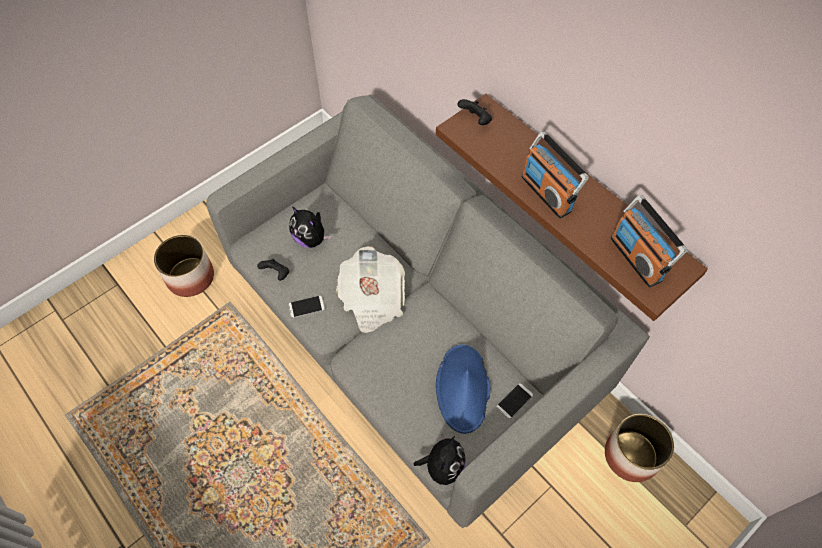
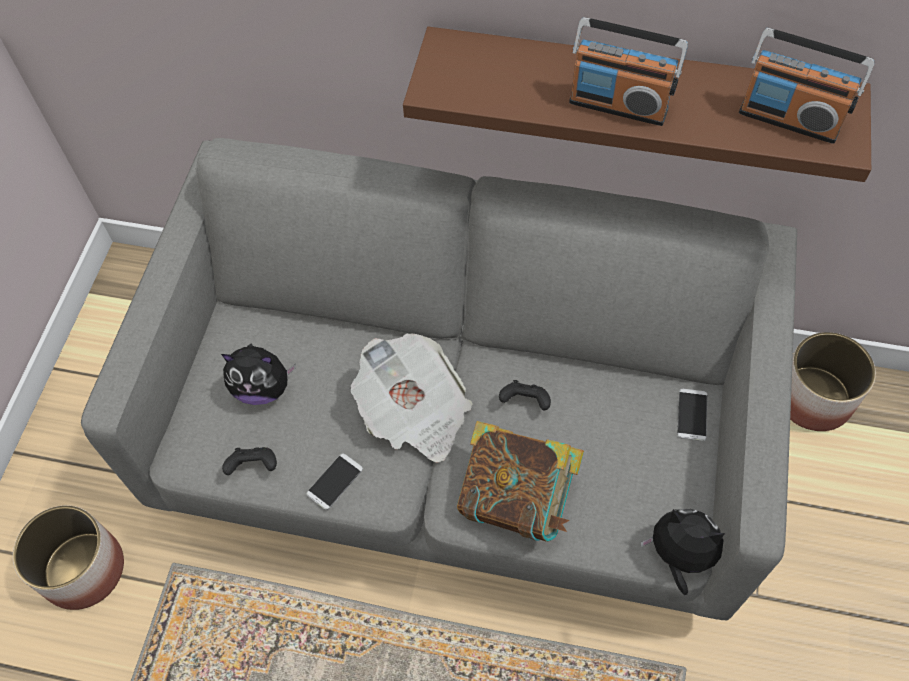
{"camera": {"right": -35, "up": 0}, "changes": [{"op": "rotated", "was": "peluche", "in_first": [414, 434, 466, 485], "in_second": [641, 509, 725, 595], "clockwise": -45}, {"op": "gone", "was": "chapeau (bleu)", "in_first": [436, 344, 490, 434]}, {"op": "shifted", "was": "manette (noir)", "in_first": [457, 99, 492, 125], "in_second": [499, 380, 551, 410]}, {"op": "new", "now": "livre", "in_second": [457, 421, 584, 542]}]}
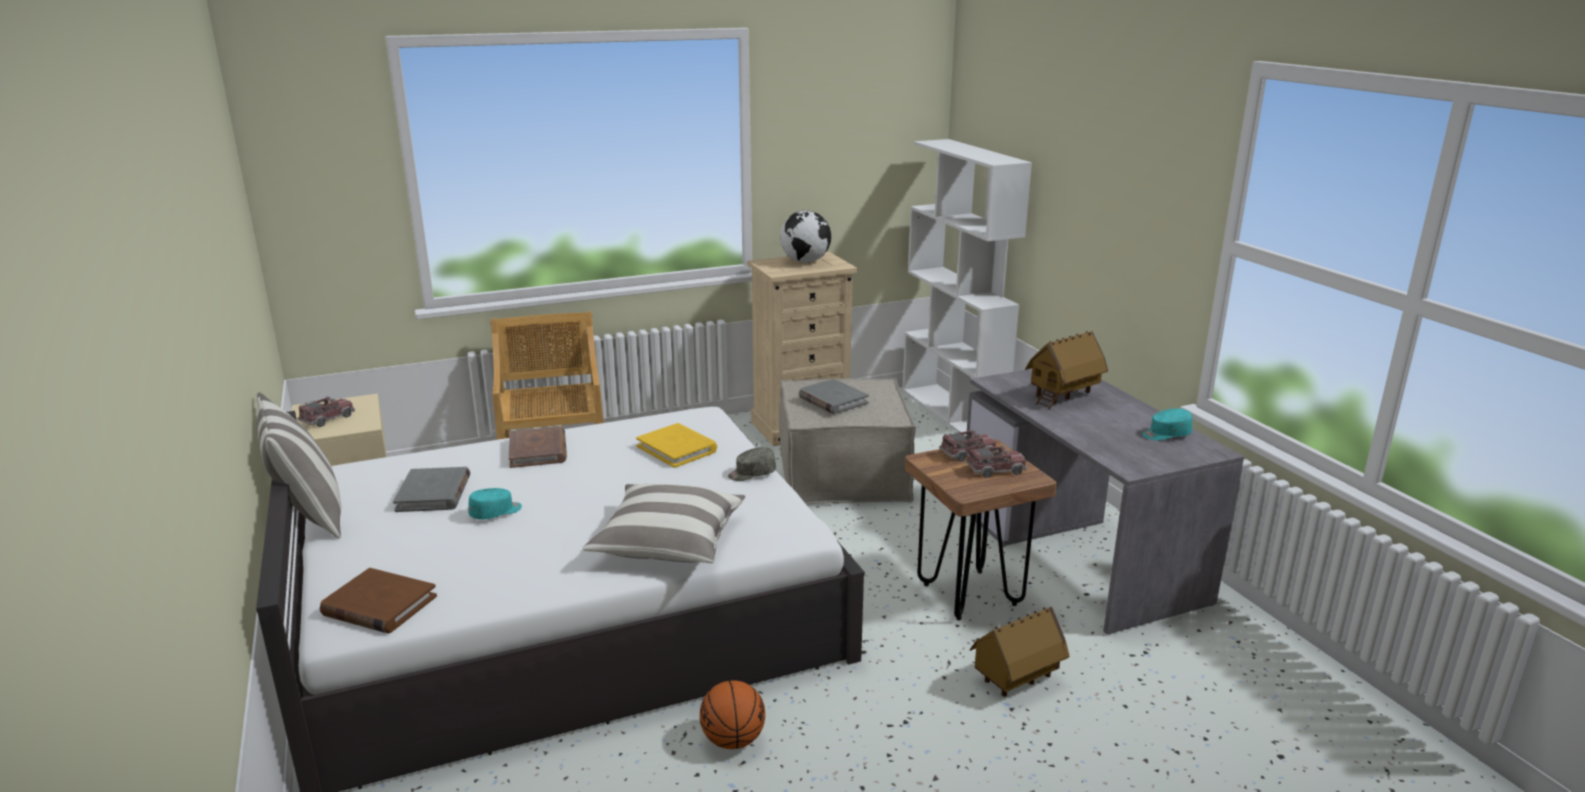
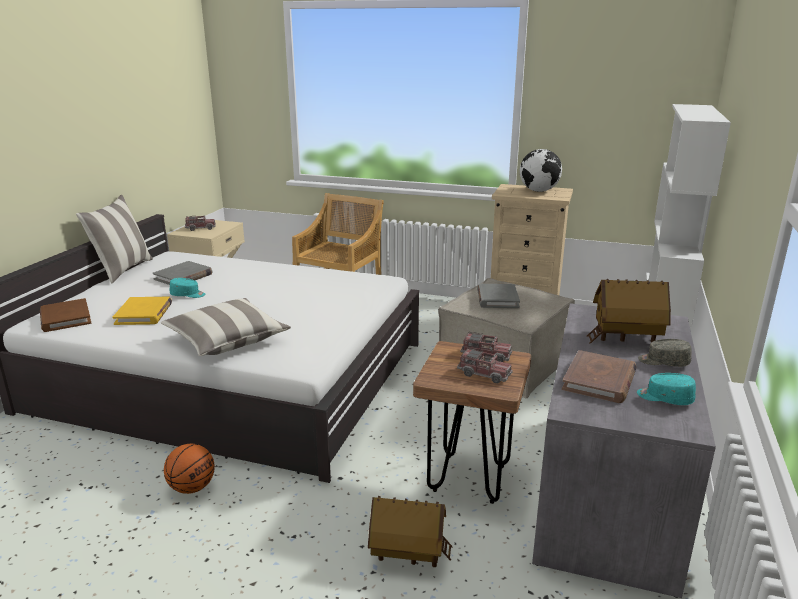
{"camera": {"right": 40, "up": 0}, "changes": [{"op": "shifted", "was": "livre (marron)", "in_first": [509, 426, 567, 468], "in_second": [562, 350, 637, 403]}, {"op": "shifted", "was": "livre (jaune)", "in_first": [636, 423, 717, 468], "in_second": [112, 297, 172, 325]}, {"op": "shifted", "was": "casquette (gris)", "in_first": [728, 447, 776, 481], "in_second": [638, 339, 691, 367]}]}
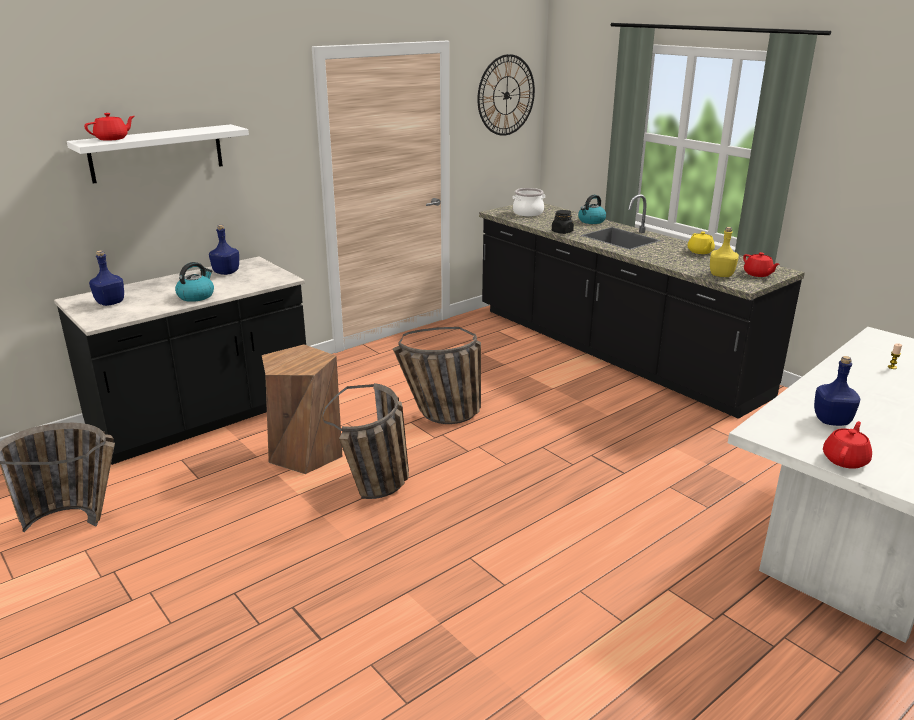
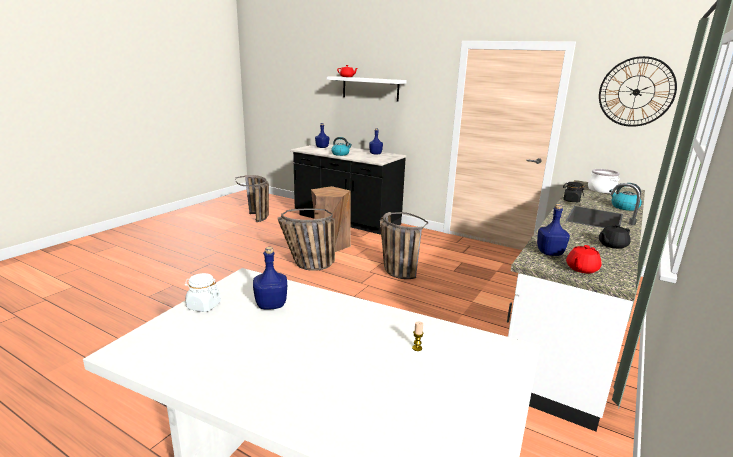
{"camera": {"right": 70, "up": -5}, "changes": [{"op": "repainted", "was": "comptoir de cuisine (noir)", "now": "comptoir de cuisine (blanc)", "in_first": [479, 194, 805, 419], "in_second": [507, 180, 645, 432]}, {"op": "repainted", "was": "théière (jaune)", "now": "théière (noir)", "in_first": [688, 231, 715, 254], "in_second": [599, 224, 630, 249]}, {"op": "repainted", "was": "bouteille (jaune)", "now": "bouteille (bleu)", "in_first": [710, 227, 739, 277], "in_second": [537, 204, 570, 256]}, {"op": "swapped", "was": "théière (rouge)", "now": "bocal (blanc)", "in_first": [823, 421, 872, 469], "in_second": [185, 273, 221, 312]}]}
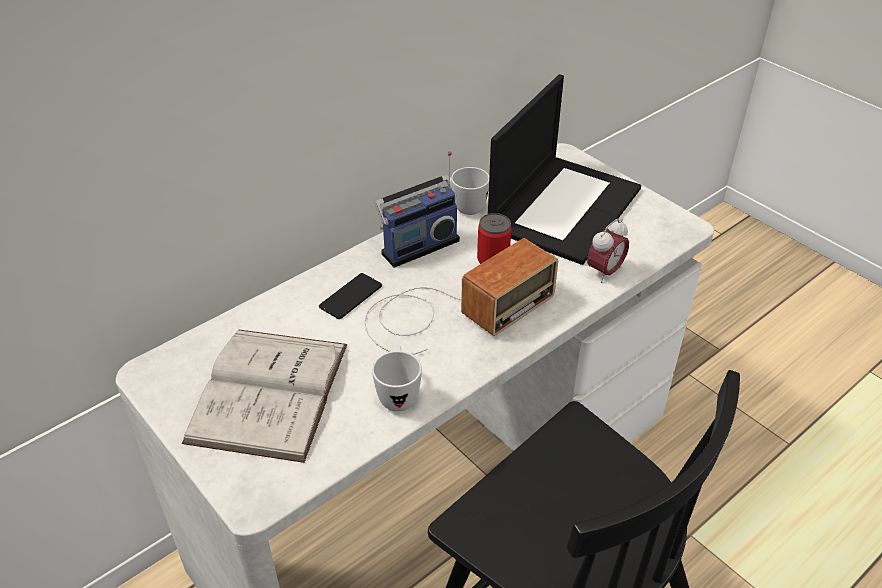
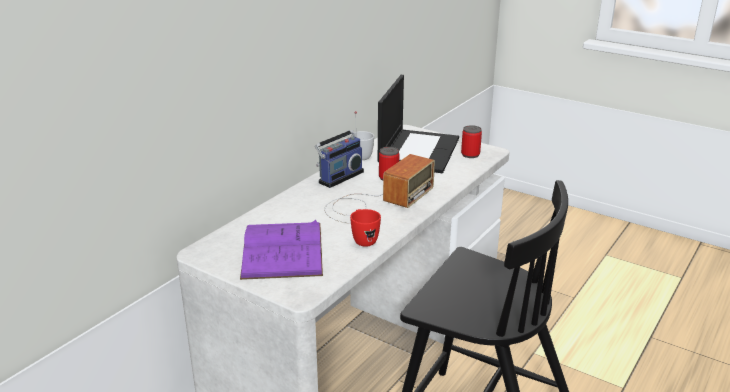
{"camera": {"right": -15, "up": -15}, "changes": [{"op": "repainted", "was": "livre (blanc)", "now": "livre (violet)", "in_first": [182, 329, 347, 463], "in_second": [240, 220, 323, 280]}, {"op": "gone", "was": "téléphone", "in_first": [319, 273, 382, 319]}, {"op": "repainted", "was": "mug (blanc)", "now": "mug (rouge)", "in_first": [372, 345, 422, 412], "in_second": [350, 209, 381, 247]}, {"op": "gone", "was": "réveil", "in_first": [587, 219, 629, 283]}, {"op": "new", "now": "boîte métallique", "in_second": [461, 125, 482, 158]}]}
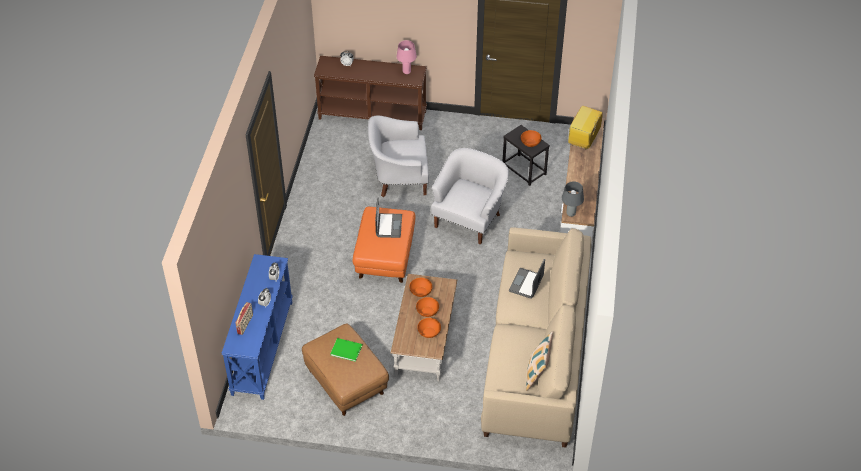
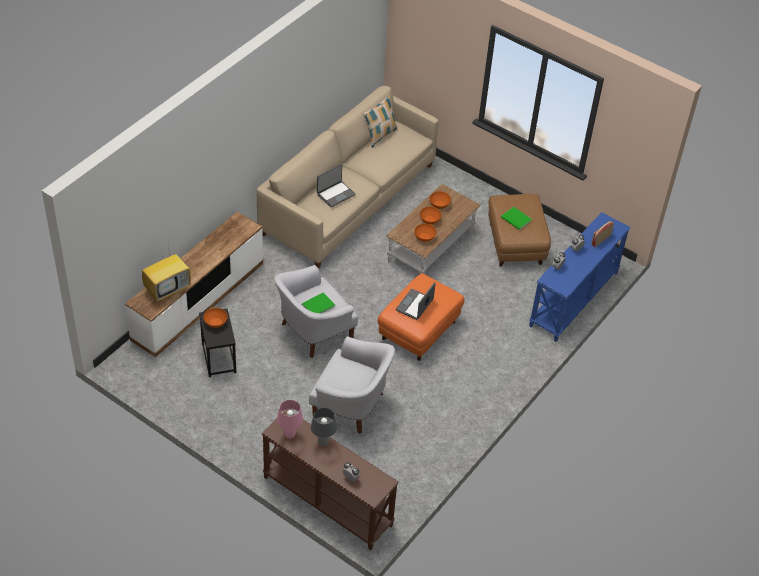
{"camera": {"right": -155, "up": 0}, "changes": [{"op": "shifted", "was": "lampe de table (gris)", "in_first": [562, 181, 584, 217], "in_second": [311, 408, 337, 446]}, {"op": "new", "now": "livre (vert)", "in_second": [302, 292, 335, 313]}]}
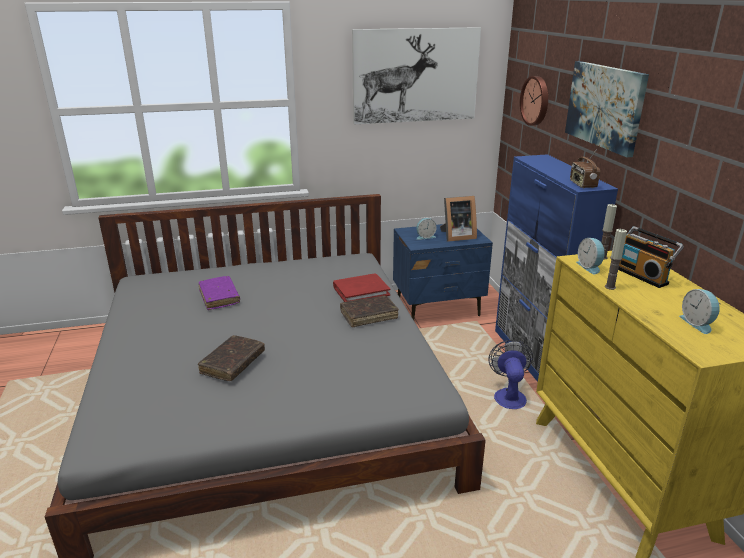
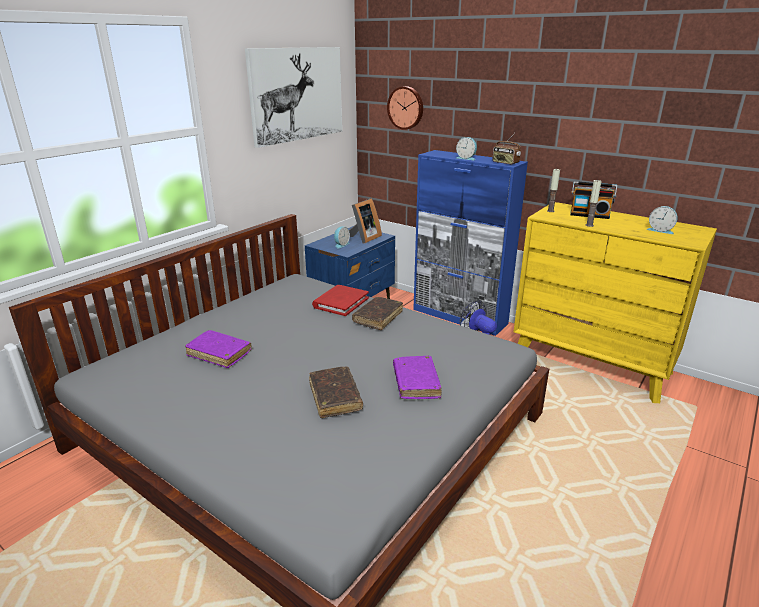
{"camera": {"right": -40, "up": 0}, "changes": [{"op": "gone", "was": "tableau", "in_first": [565, 61, 649, 157]}, {"op": "shifted", "was": "réveil", "in_first": [576, 238, 605, 274], "in_second": [456, 137, 477, 160]}, {"op": "new", "now": "livre (violet)", "in_second": [393, 356, 442, 399]}]}
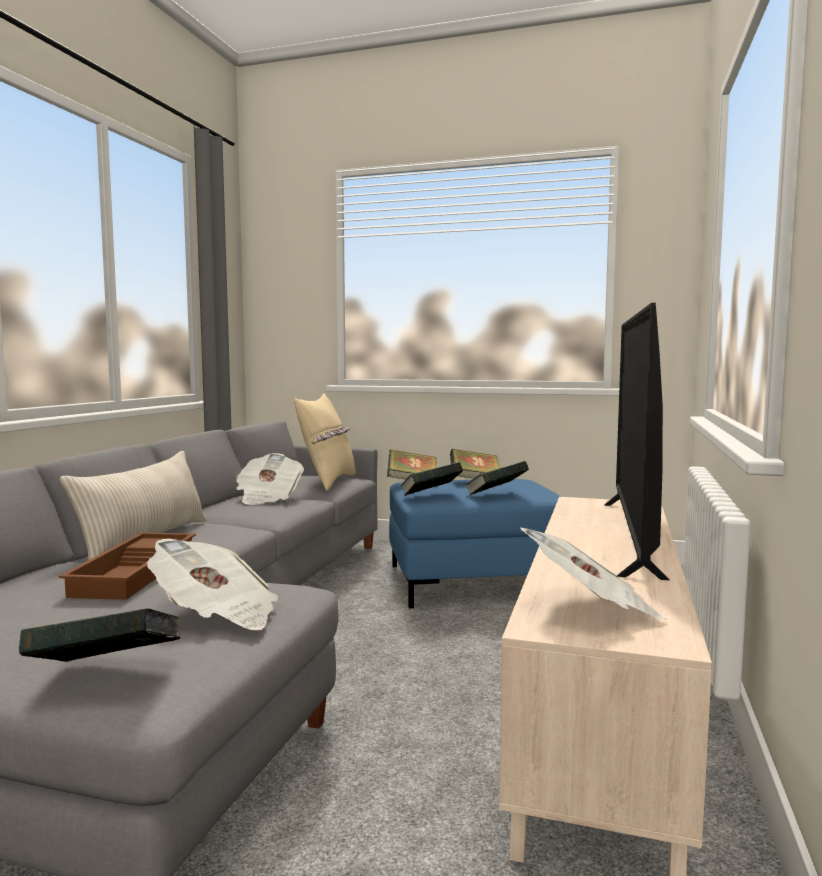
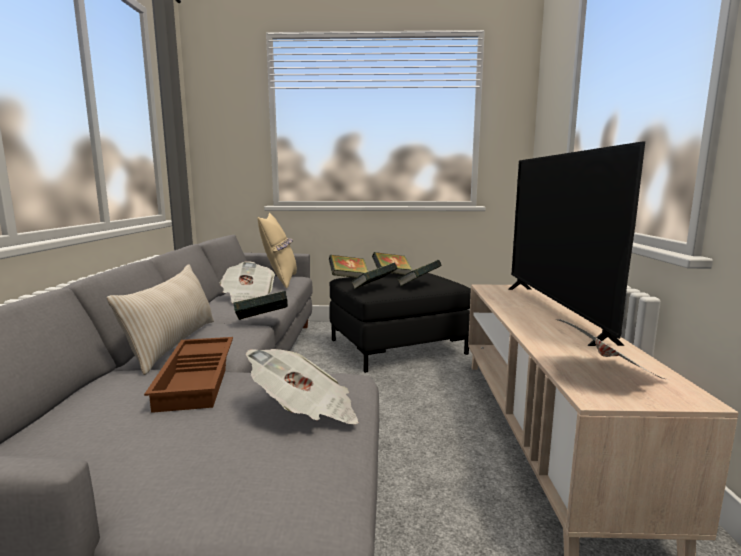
{"camera": {"right": -15, "up": 5}, "changes": [{"op": "shifted", "was": "livre", "in_first": [19, 609, 181, 662], "in_second": [233, 291, 288, 320]}, {"op": "repainted", "was": "pouf (bleu)", "now": "pouf (noir)", "in_first": [389, 479, 561, 608], "in_second": [329, 273, 471, 373]}]}
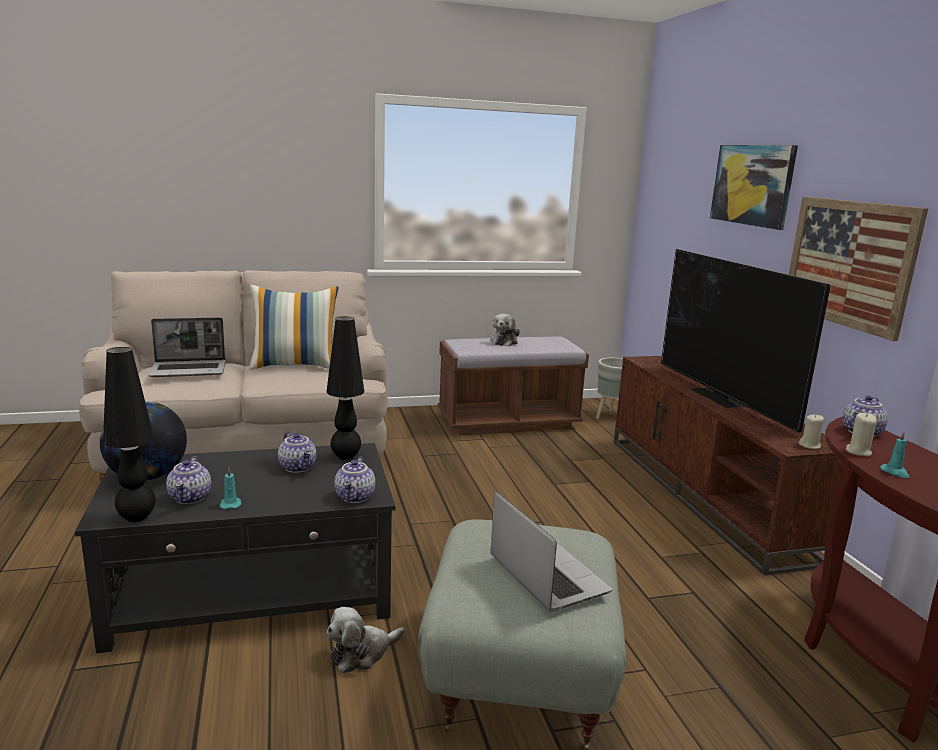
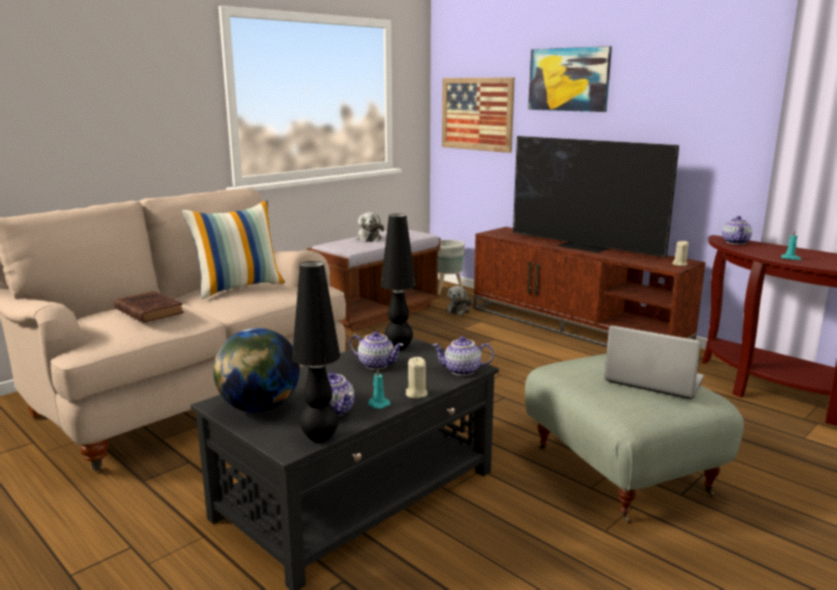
{"camera": {"right": -30, "up": 0}, "changes": [{"op": "swapped", "was": "ordinateur portable", "now": "livre (marron)", "in_first": [148, 318, 225, 377], "in_second": [114, 291, 184, 323]}, {"op": "shifted", "was": "peluche", "in_first": [327, 607, 405, 673], "in_second": [447, 286, 472, 315]}, {"op": "rotated", "was": "théière", "in_first": [334, 457, 375, 503], "in_second": [432, 336, 494, 376], "clockwise": 120}, {"op": "shifted", "was": "tableau", "in_first": [789, 197, 928, 341], "in_second": [442, 77, 515, 153]}, {"op": "shifted", "was": "bougie (beige)", "in_first": [846, 413, 877, 456], "in_second": [406, 357, 428, 399]}]}
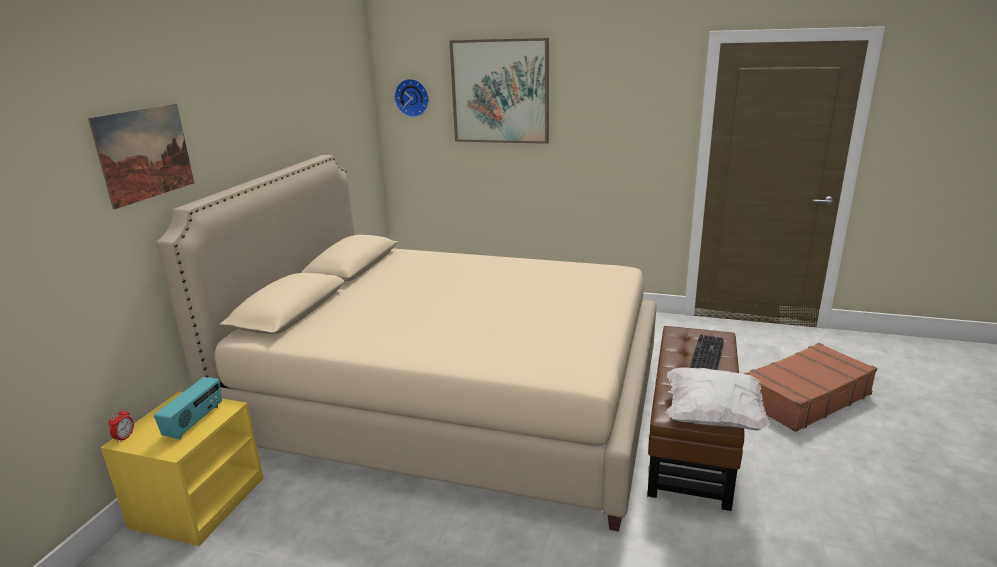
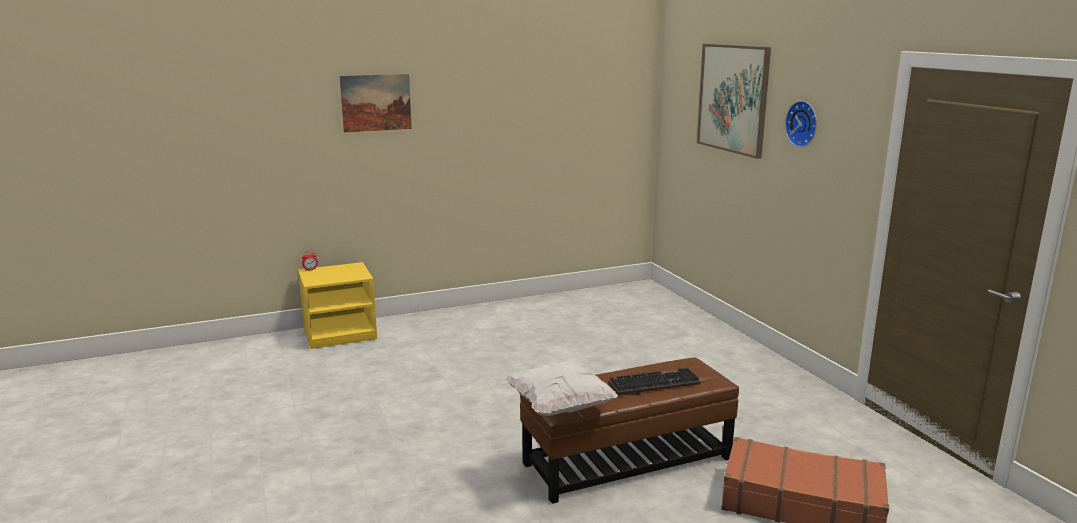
{"camera": {"right": 50, "up": -5}, "changes": [{"op": "gone", "was": "radio", "in_first": [154, 377, 222, 440]}, {"op": "gone", "was": "lit (beige)", "in_first": [157, 155, 656, 532]}, {"op": "shifted", "was": "horloge murale", "in_first": [394, 79, 429, 117], "in_second": [785, 101, 817, 147]}]}
